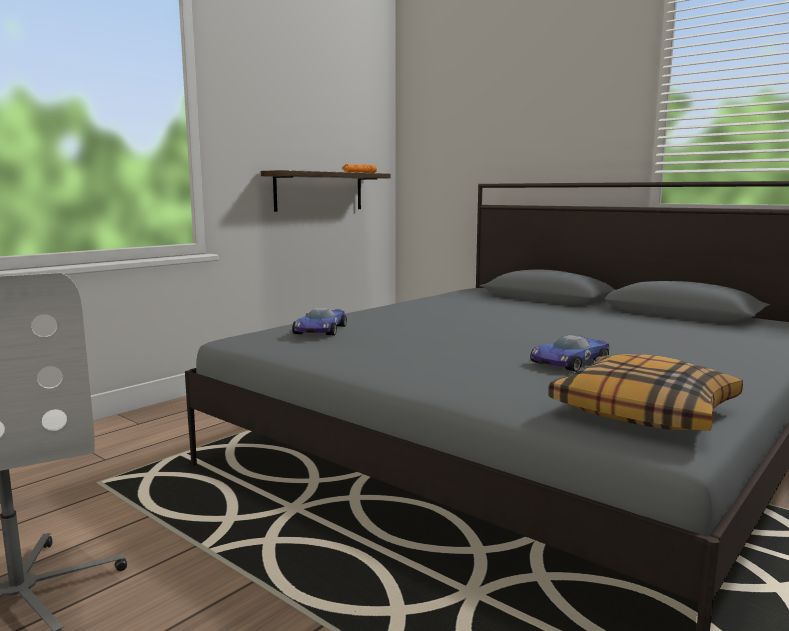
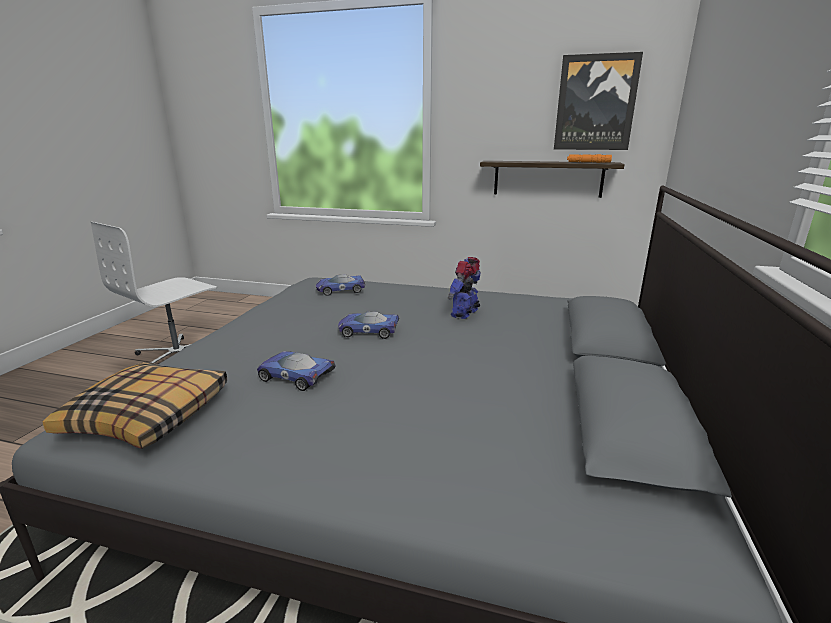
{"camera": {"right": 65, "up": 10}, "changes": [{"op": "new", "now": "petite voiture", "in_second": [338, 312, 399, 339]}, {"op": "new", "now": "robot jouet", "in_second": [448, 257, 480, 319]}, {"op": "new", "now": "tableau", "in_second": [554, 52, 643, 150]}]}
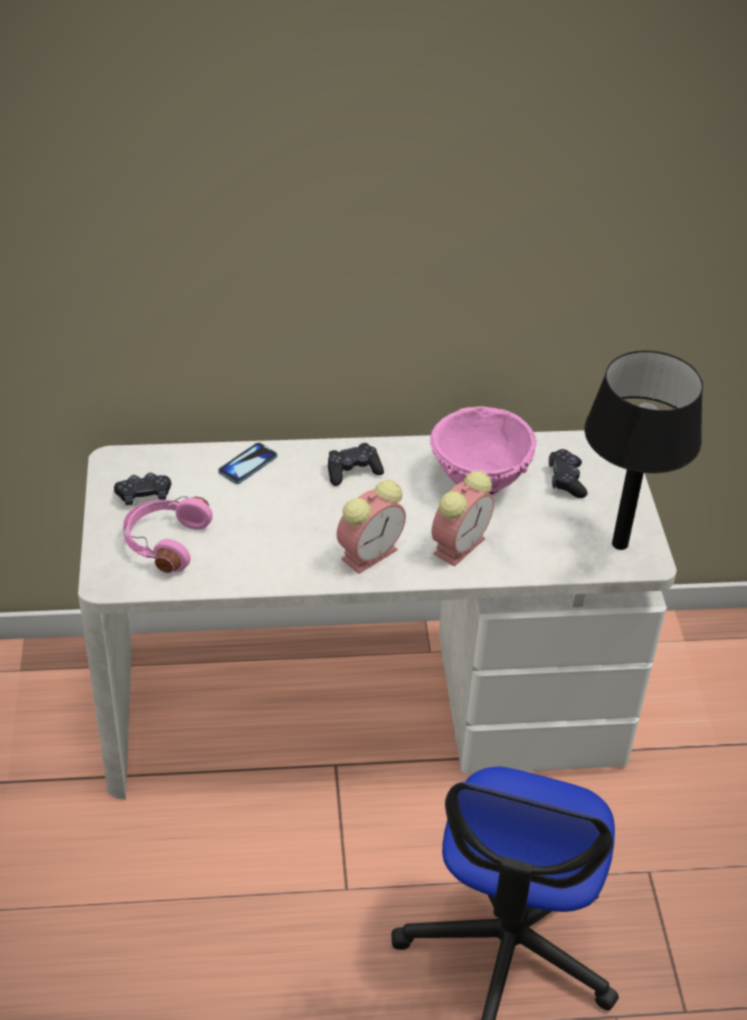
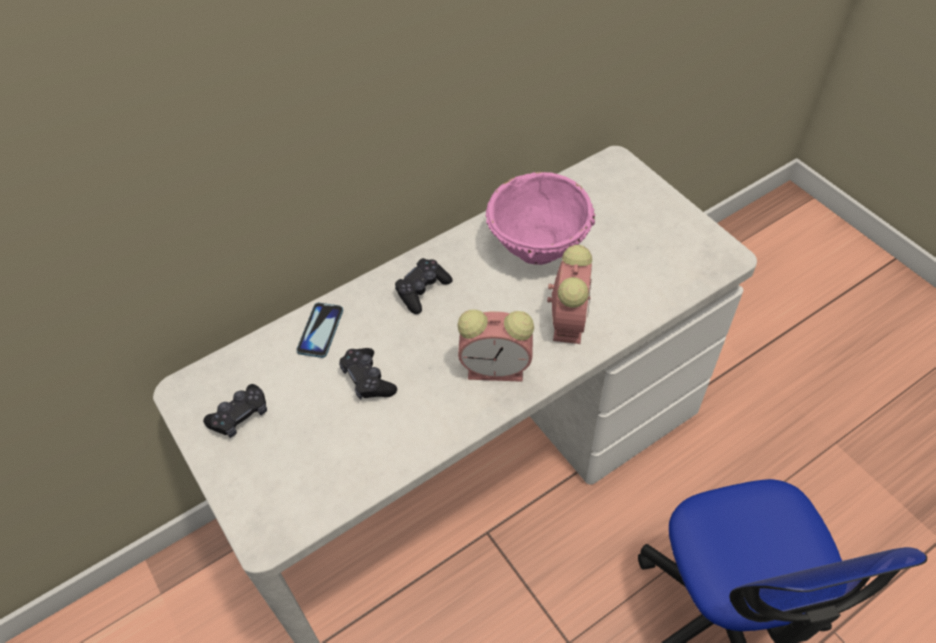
{"camera": {"right": -25, "up": 10}, "changes": [{"op": "gone", "was": "casque audio (rose)", "in_first": [123, 496, 213, 573]}, {"op": "rotated", "was": "réveil", "in_first": [337, 480, 406, 574], "in_second": [457, 310, 534, 382], "clockwise": 75}, {"op": "shifted", "was": "manette (noir)", "in_first": [549, 449, 588, 498], "in_second": [339, 348, 397, 400]}, {"op": "gone", "was": "lampe de table (noir)", "in_first": [584, 351, 703, 550]}]}
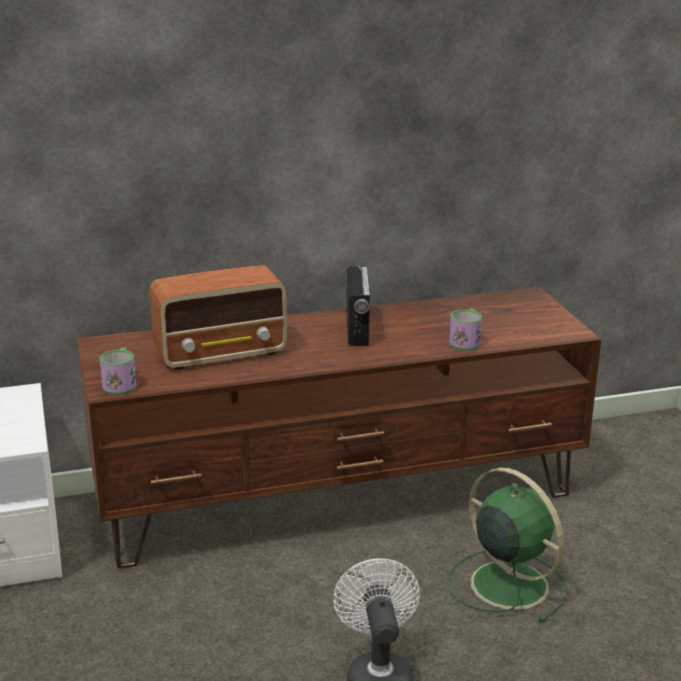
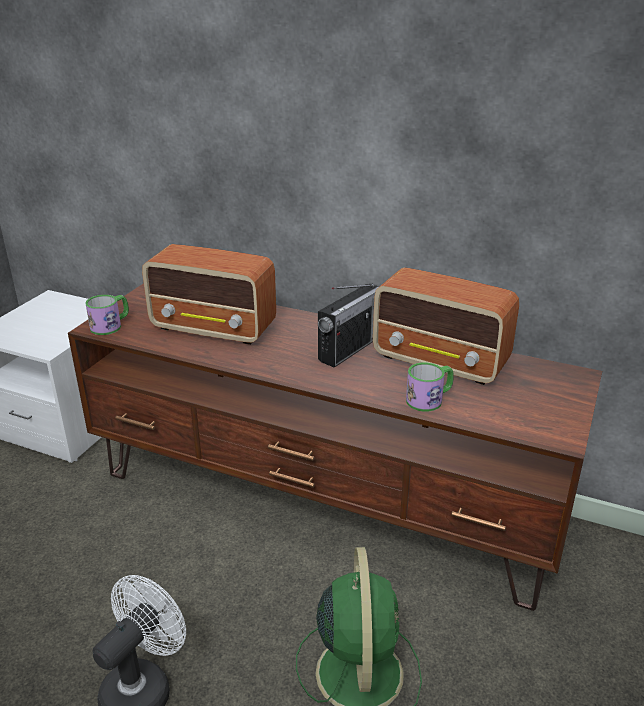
{"camera": {"right": 40, "up": 5}, "changes": [{"op": "new", "now": "radio", "in_second": [373, 267, 519, 385]}]}
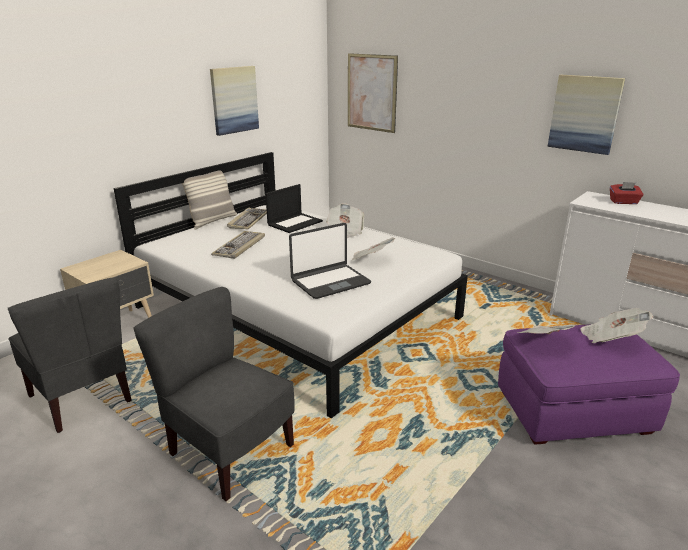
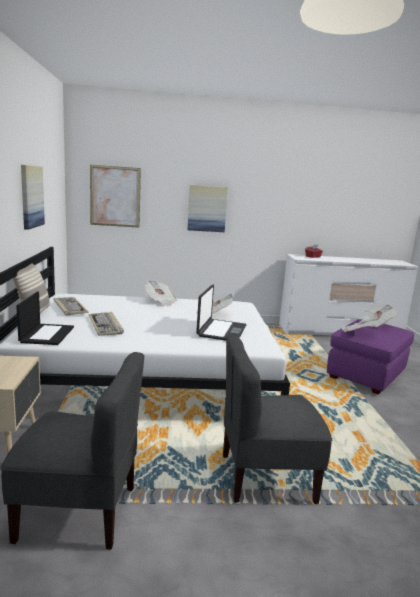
{"camera": {"right": -45, "up": -10}, "changes": [{"op": "shifted", "was": "ordinateur portable", "in_first": [266, 184, 323, 233], "in_second": [16, 291, 74, 345]}, {"op": "shifted", "was": "tableau", "in_first": [548, 75, 625, 155], "in_second": [188, 185, 228, 232]}]}
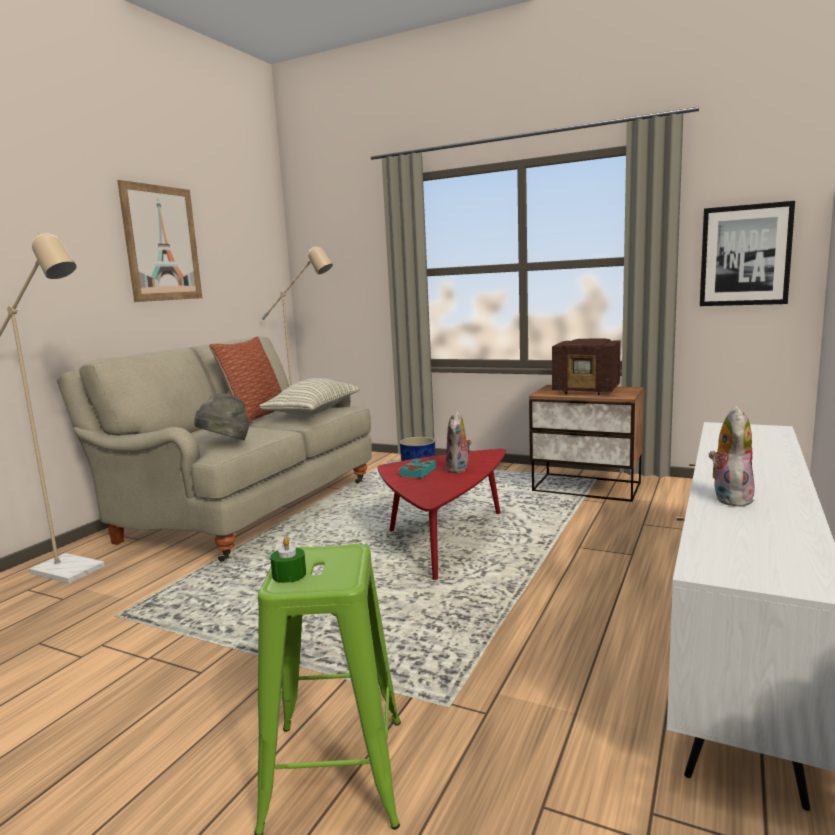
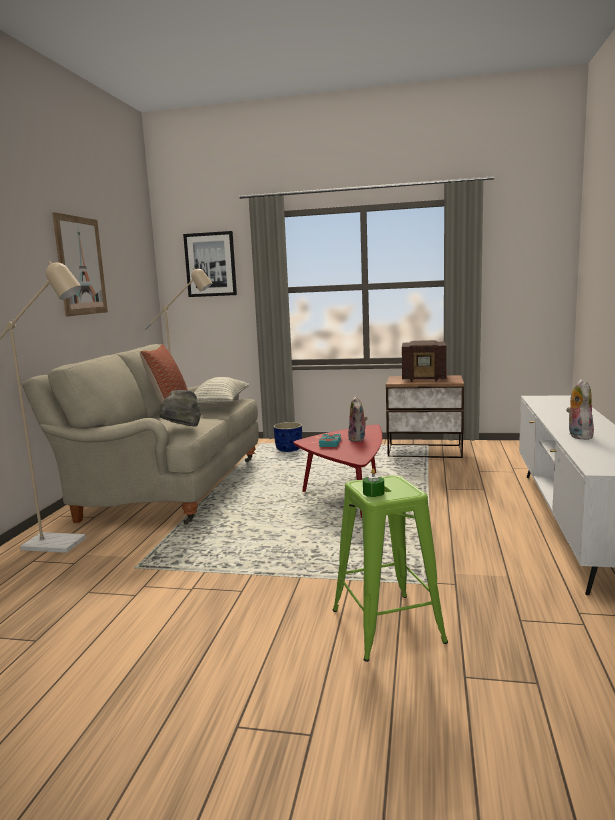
{"camera": {"right": -15, "up": 0}, "changes": [{"op": "shifted", "was": "tableau", "in_first": [700, 201, 795, 306], "in_second": [183, 231, 237, 297]}]}
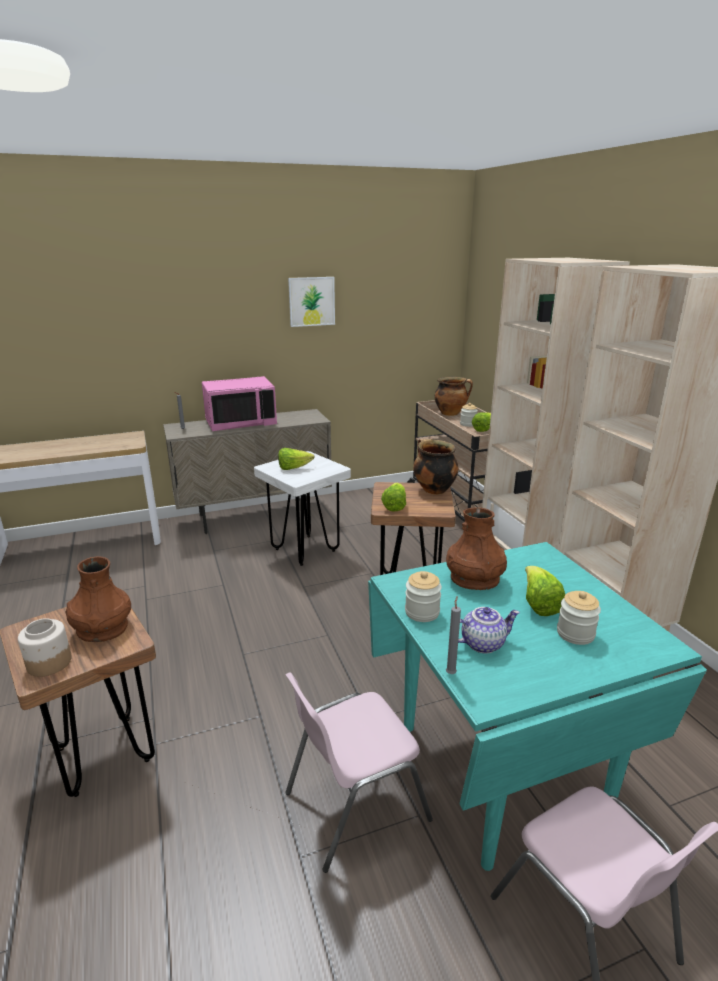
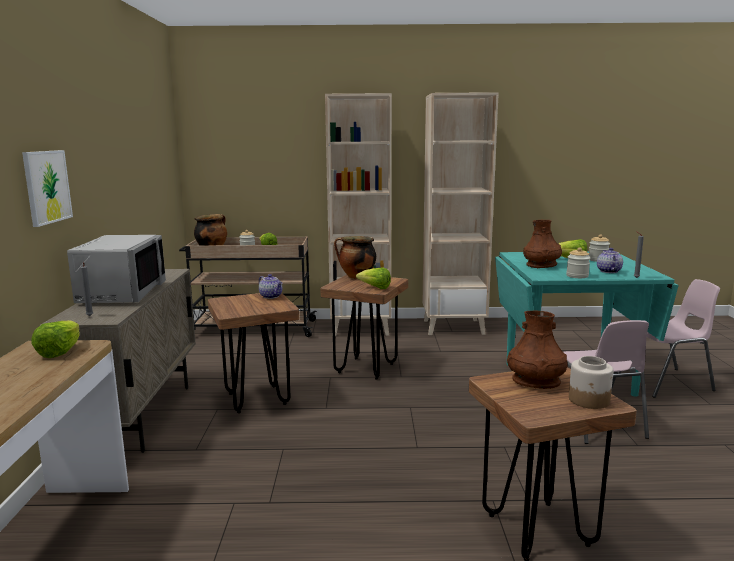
{"camera": {"right": -70, "up": -10}, "changes": [{"op": "repainted", "was": "micro-ondes (rose)", "now": "micro-ondes (gris)", "in_first": [202, 376, 277, 431], "in_second": [67, 235, 166, 303]}, {"op": "repainted", "was": "tabouret (blanc)", "now": "tabouret (marron)", "in_first": [254, 451, 351, 566], "in_second": [208, 293, 299, 413]}, {"op": "shifted", "was": "laitue", "in_first": [278, 448, 315, 470], "in_second": [31, 320, 80, 358]}, {"op": "shifted", "was": "tableau", "in_first": [288, 277, 335, 327], "in_second": [22, 150, 73, 227]}, {"op": "new", "now": "théière", "in_second": [259, 274, 282, 299]}]}
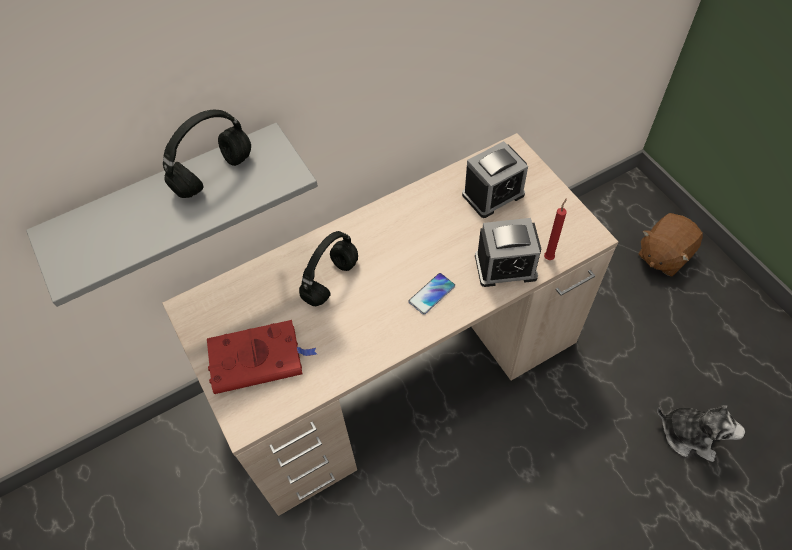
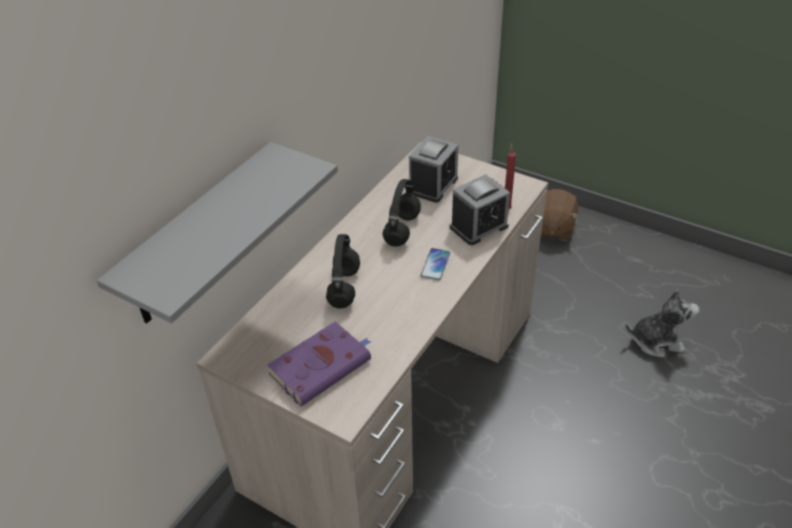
{"camera": {"right": -30, "up": -15}, "changes": [{"op": "shifted", "was": "casque audio (noir)", "in_first": [163, 110, 251, 198], "in_second": [382, 179, 421, 247]}, {"op": "repainted", "was": "livre (rouge)", "now": "livre (violet)", "in_first": [207, 320, 317, 394], "in_second": [267, 321, 372, 406]}]}
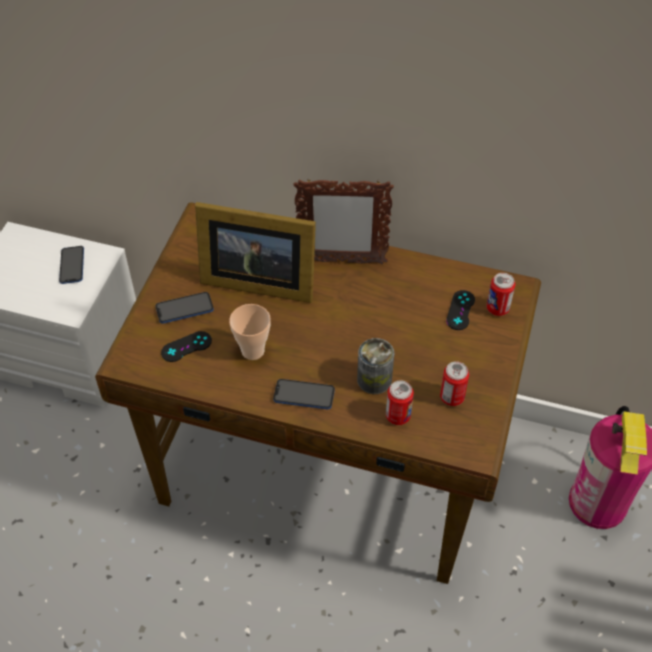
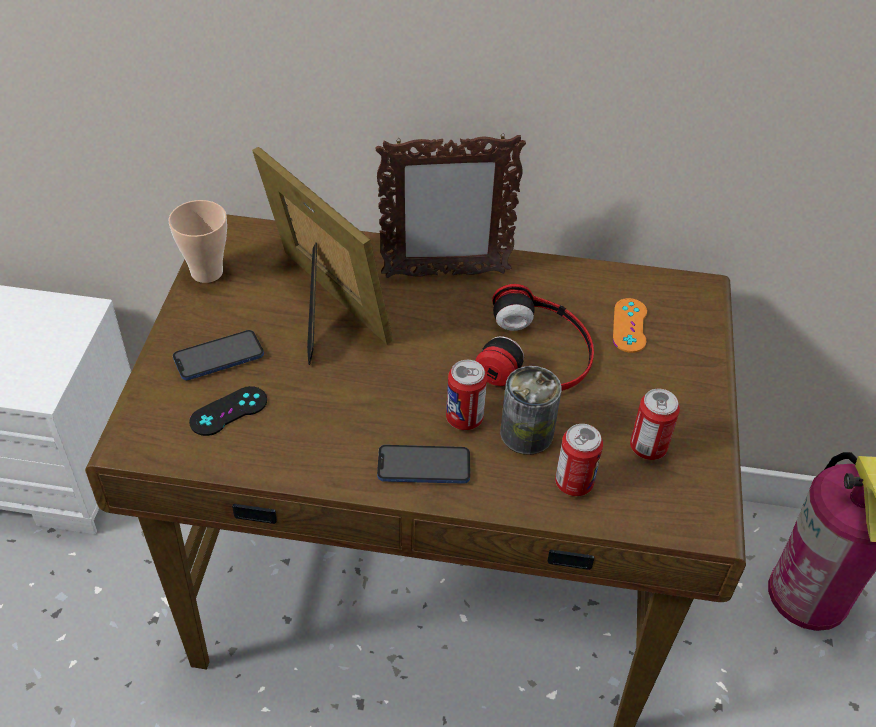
{"camera": {"right": -10, "up": -5}, "changes": [{"op": "gone", "was": "téléphone", "in_first": [59, 246, 84, 284]}, {"op": "rotated", "was": "cadre photo", "in_first": [195, 202, 316, 303], "in_second": [252, 147, 393, 365], "clockwise": -135}, {"op": "shifted", "was": "tasse", "in_first": [229, 304, 271, 360], "in_second": [168, 200, 227, 283]}, {"op": "repainted", "was": "manette (noir)", "now": "manette (orange)", "in_first": [446, 290, 475, 330], "in_second": [613, 298, 647, 353]}, {"op": "shifted", "was": "boîte métallique", "in_first": [487, 273, 515, 316], "in_second": [446, 360, 487, 430]}, {"op": "new", "now": "casque audio", "in_second": [476, 284, 594, 391]}]}
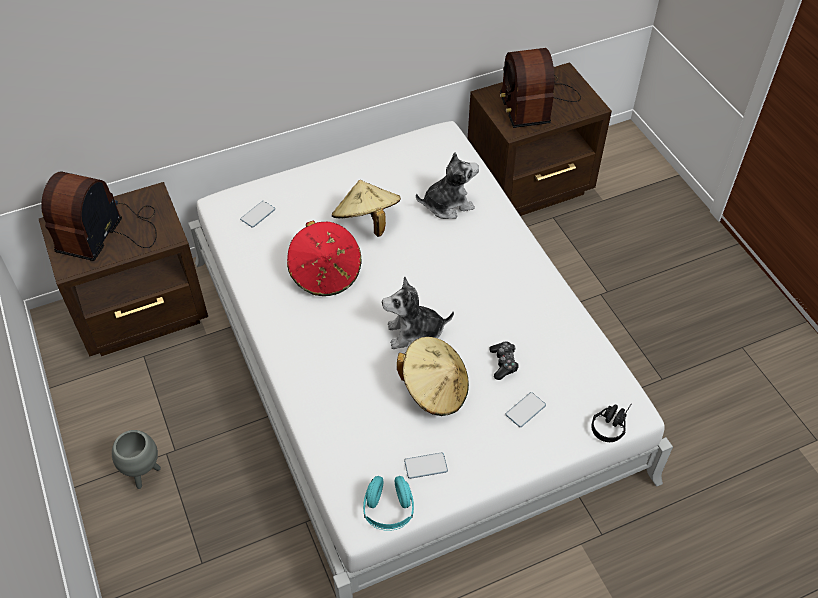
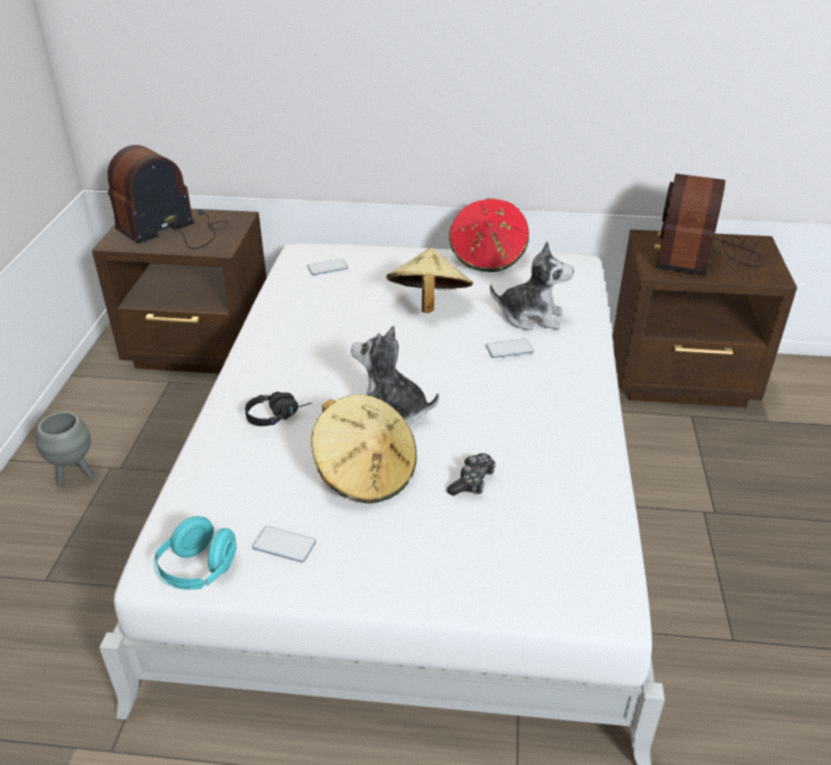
{"camera": {"right": 30, "up": -15}, "changes": [{"op": "shifted", "was": "chapeau (rouge)", "in_first": [287, 221, 361, 296], "in_second": [449, 198, 529, 272]}, {"op": "shifted", "was": "téléphone", "in_first": [506, 392, 546, 427], "in_second": [486, 339, 534, 358]}, {"op": "shifted", "was": "casque audio (noir)", "in_first": [591, 404, 631, 442], "in_second": [245, 392, 312, 426]}]}
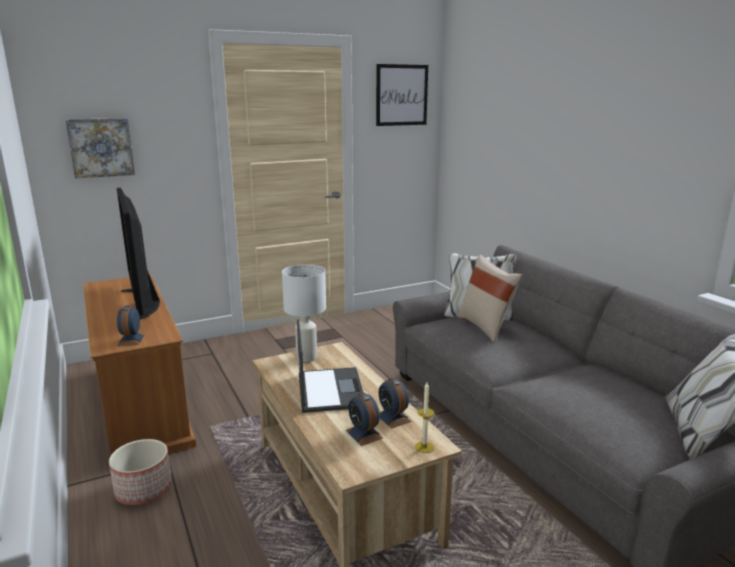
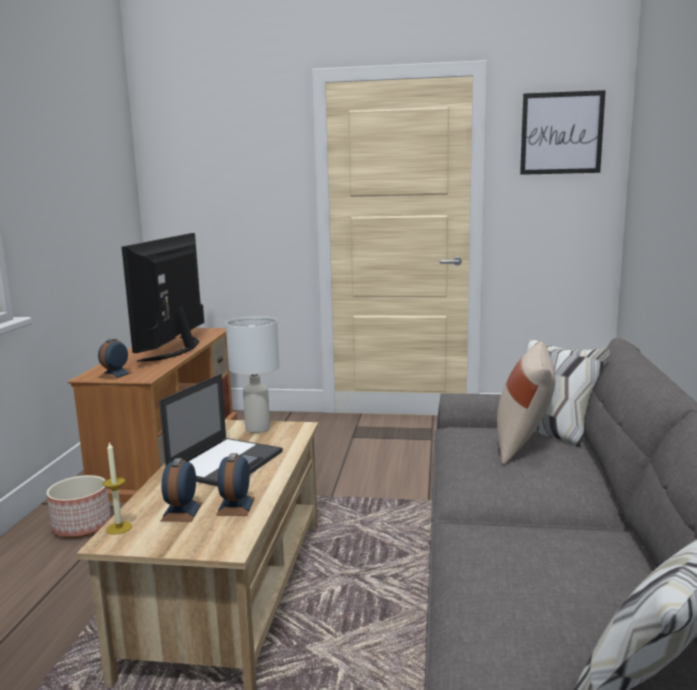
{"camera": {"right": 35, "up": -5}, "changes": [{"op": "gone", "was": "tableau", "in_first": [66, 118, 135, 178]}, {"op": "shifted", "was": "bougie", "in_first": [415, 383, 434, 453], "in_second": [103, 441, 132, 534]}]}
